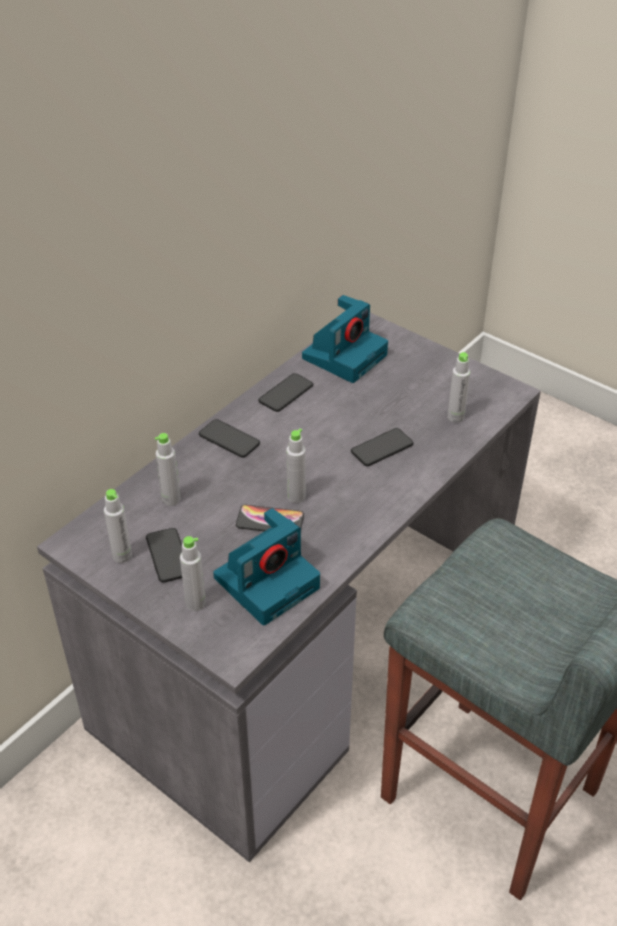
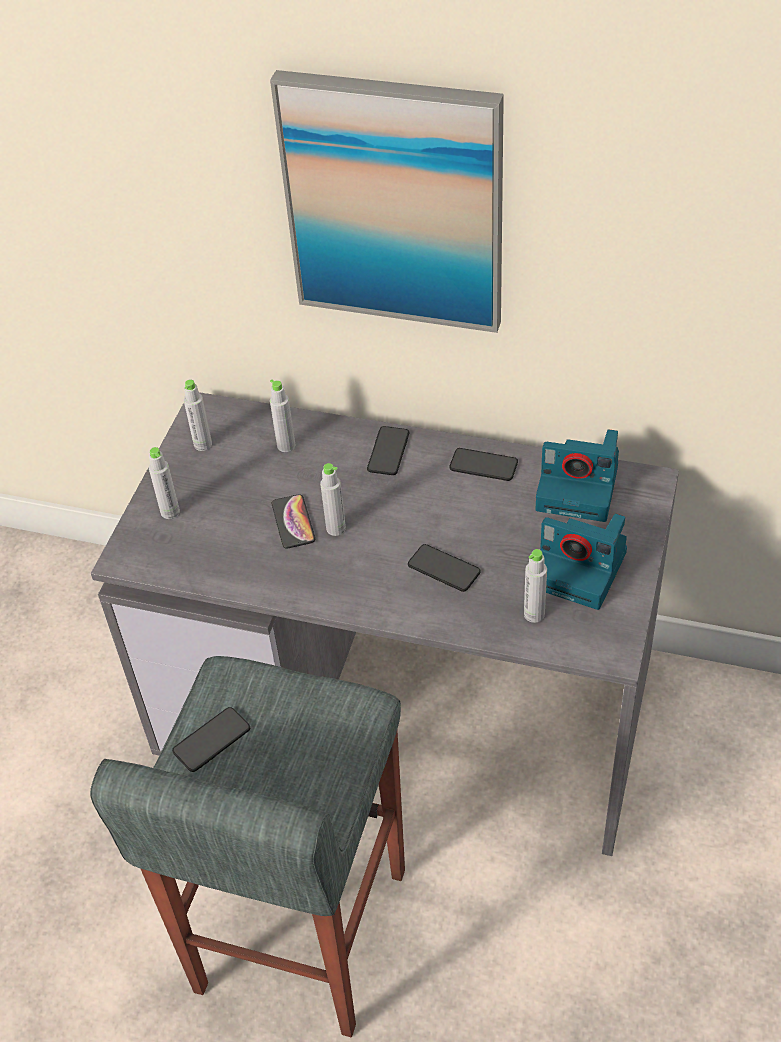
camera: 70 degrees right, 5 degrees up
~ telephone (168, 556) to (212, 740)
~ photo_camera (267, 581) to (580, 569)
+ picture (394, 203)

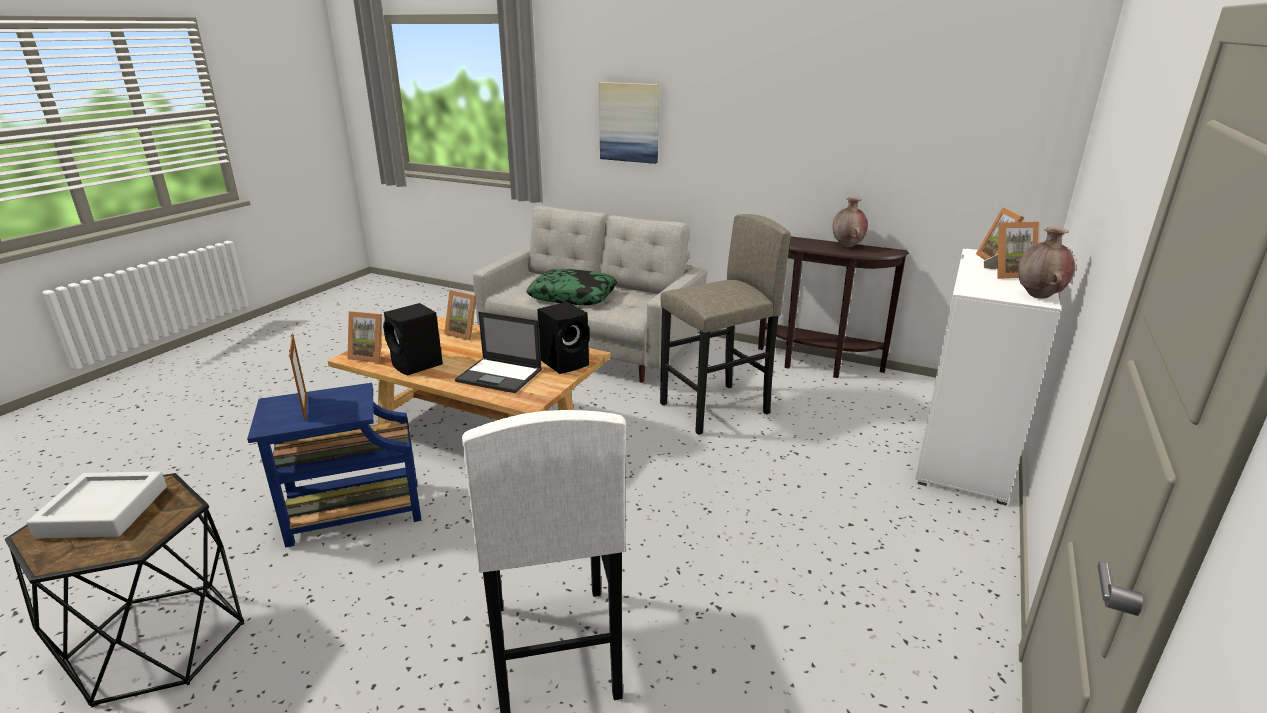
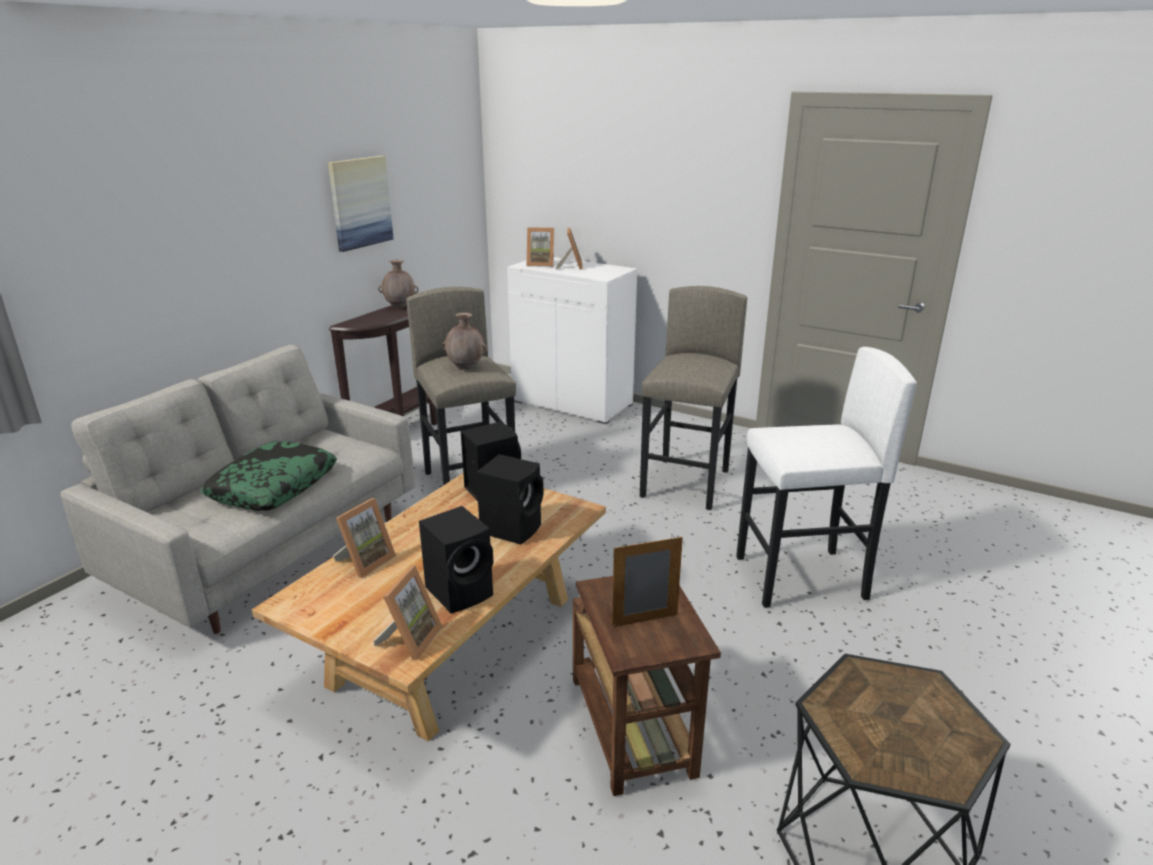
camera: 85 degrees left, 0 degrees up
- gray_serving_tray (104, 511)
~ blue-coloured_side_table (351, 514) to brown-coloured_side_table (633, 730)
~ laptop (500, 375) to black_loudspeaker (512, 528)
~ picture (629, 122) to (360, 202)
~ brown-coloured_vase (1039, 296) to (466, 367)
+ gray_stool_seat (686, 483)

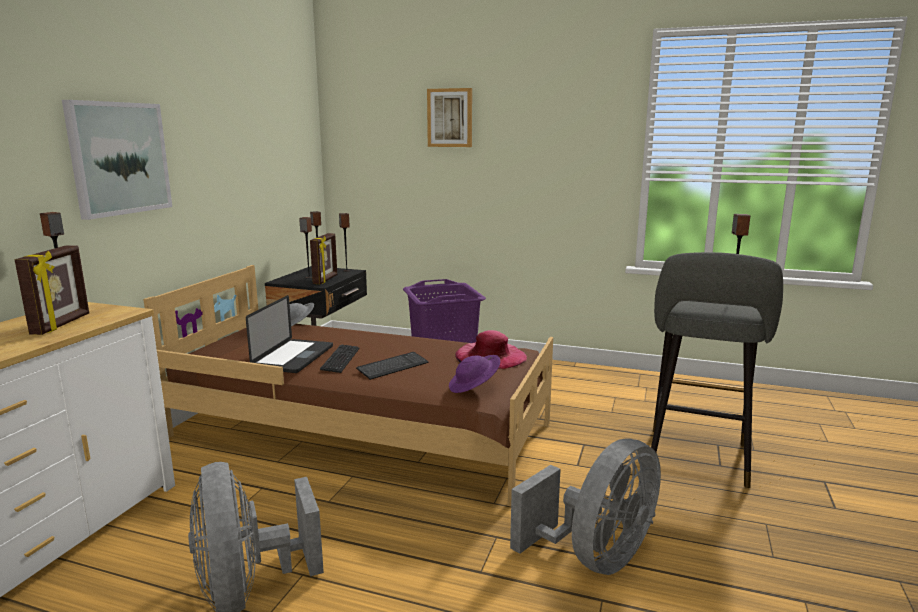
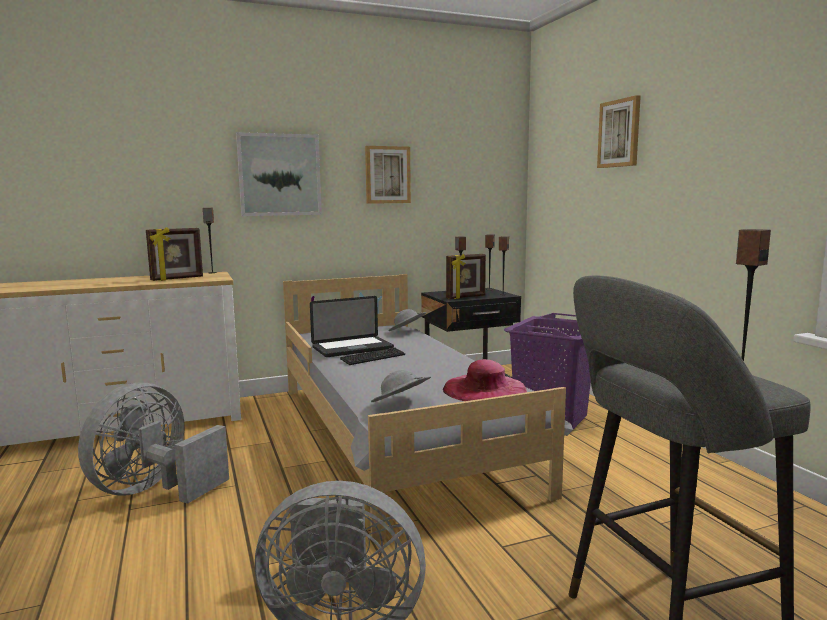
camera: 50 degrees right, 5 degrees down
~ brown-coloured_sleeping_bed (364, 430) to gray_sleeping_bed (398, 435)
- keyboard (393, 367)
~ purple-coloured_wearable_hat (474, 387) to gray_wearable_hat (400, 405)
+ picture (387, 175)

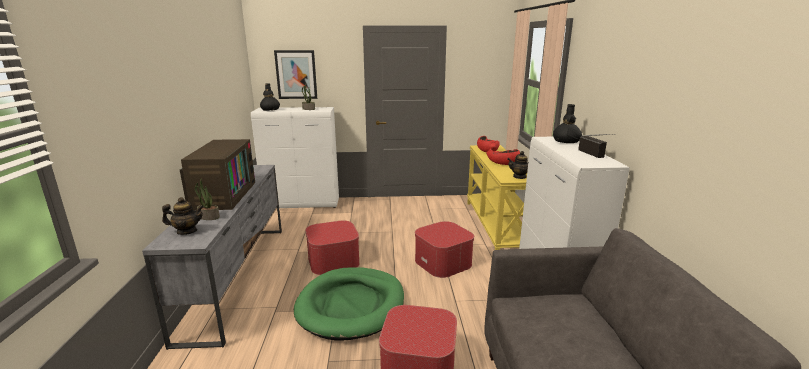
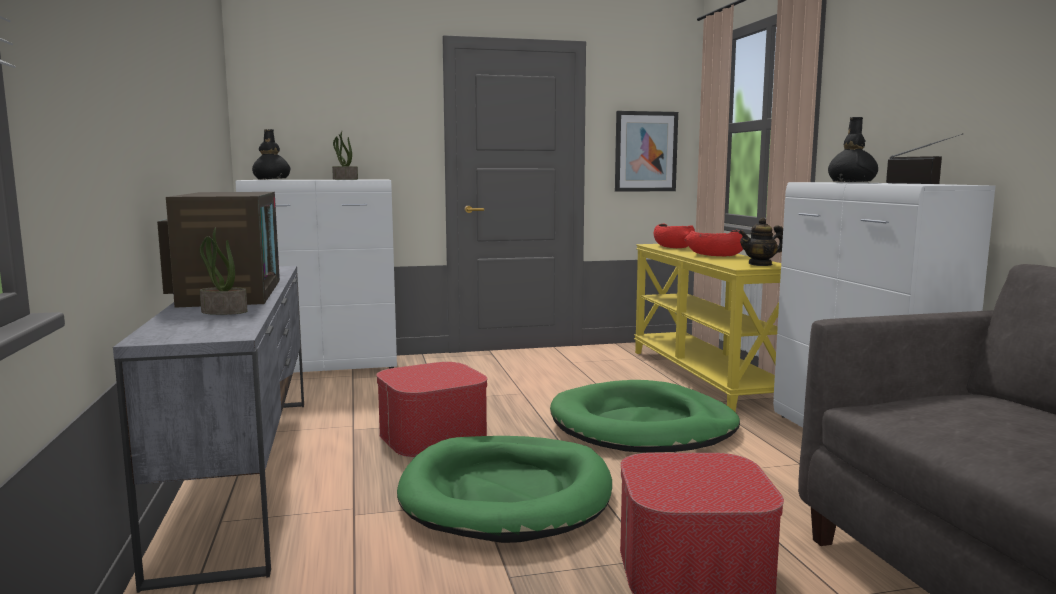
camera: 10 degrees left, 10 degrees down
- tea_pot (187, 231)
~ picture (296, 74) to (645, 151)
~ footrest (443, 262) to green_pet_bed (643, 426)

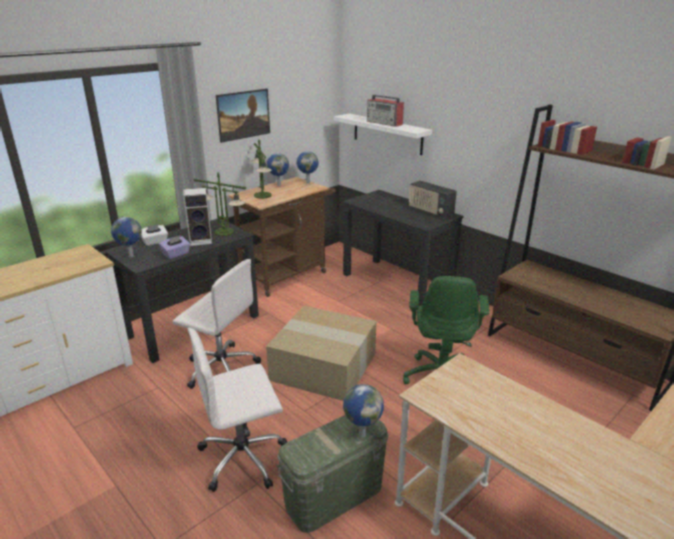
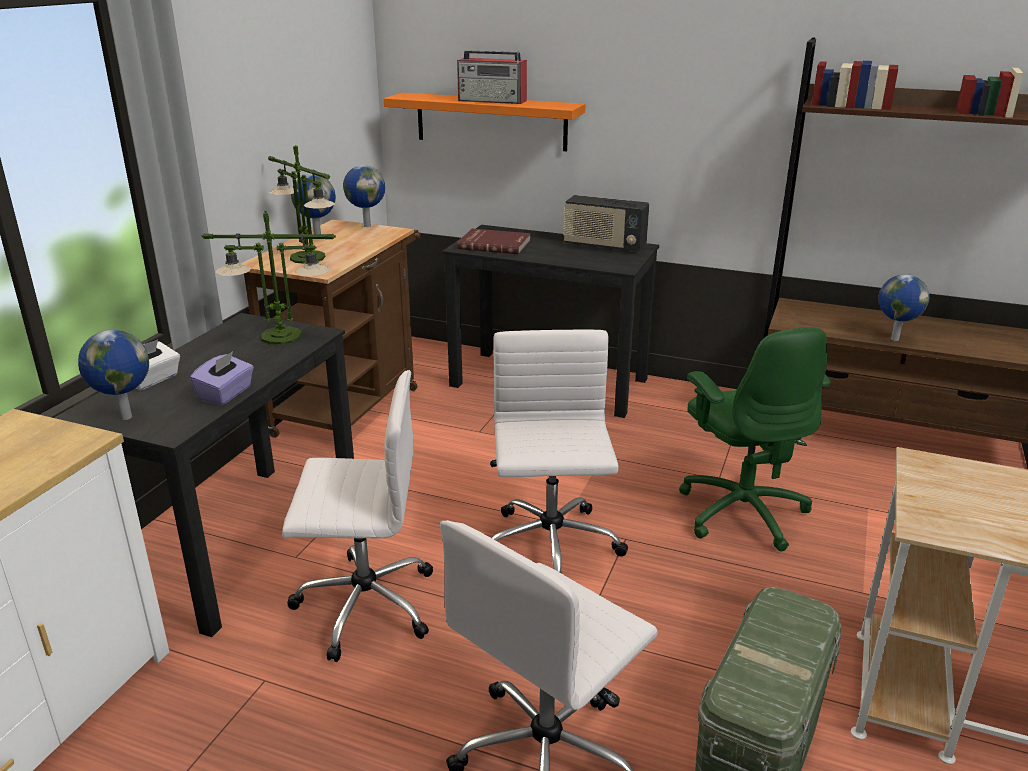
camera: 25 degrees left, 0 degrees up
- loudspeaker (201, 240)
- picture (244, 126)
~ carton (325, 366) to whitish_office_chair (550, 546)
~ whitish_shelf (387, 134) to orangey_shelf (491, 121)
~ globe (362, 434) to (893, 339)
+ red_volume (494, 244)

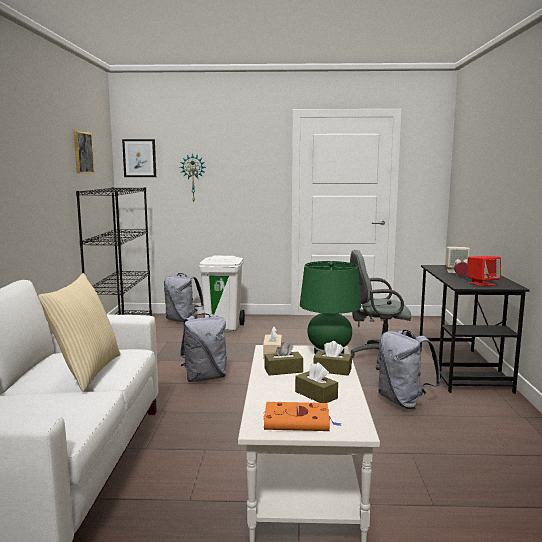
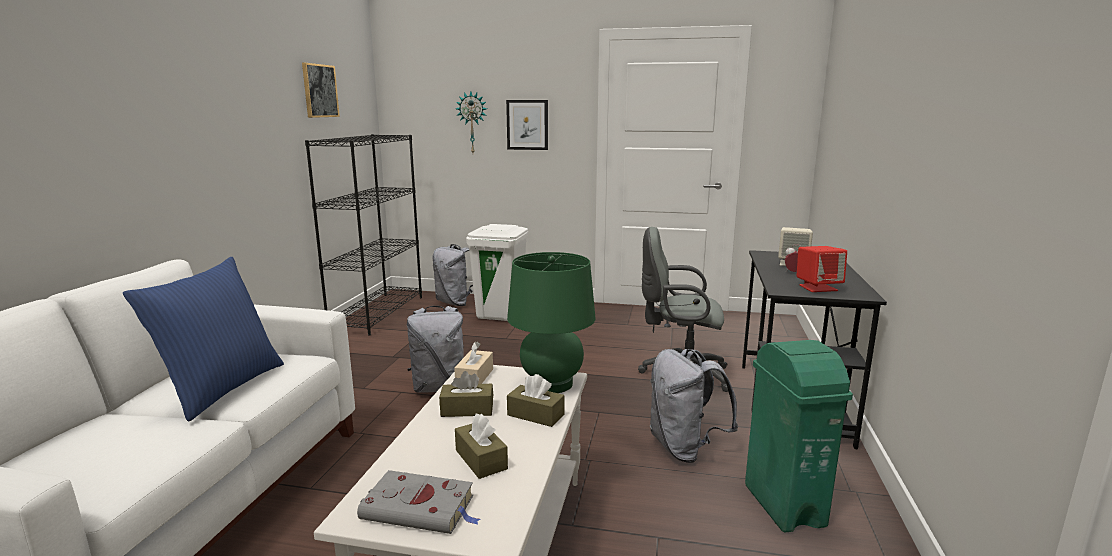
camera: 10 degrees right, 5 degrees up
~ sand-coloured_throw_pillow (86, 372) to blue-coloured_throw_pillow (221, 388)
~ picture (139, 158) to (527, 125)
~ orangey_volume (299, 421) to gray_volume (421, 508)
+ green_rubbish_bin (784, 504)

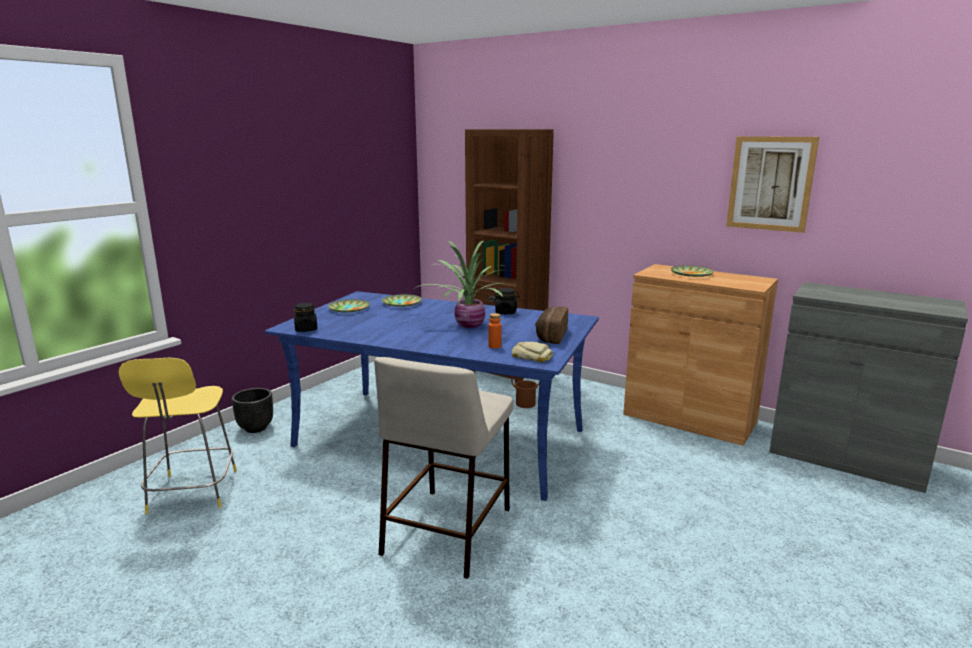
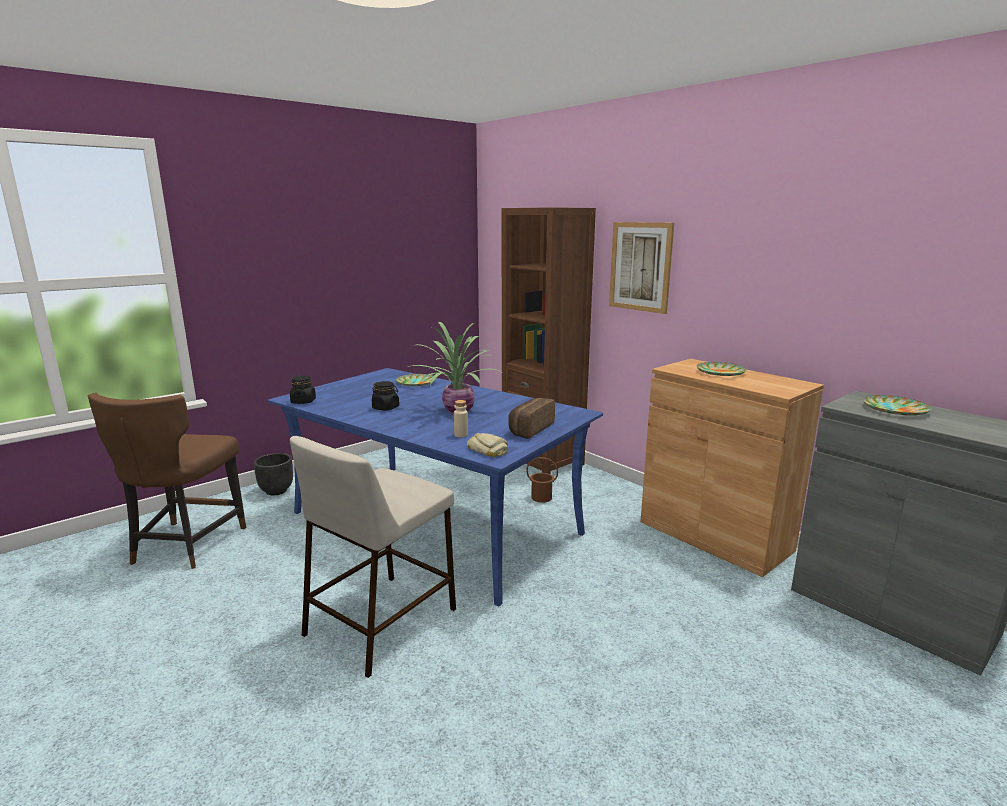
camera: 15 degrees right, 0 degrees up
~ yellow_stool_seat (192, 493) to brown-coloured_chair (185, 545)
~ dinner_plate (349, 309) to (894, 409)
~ orangey_drink_bottle (494, 346) to sand-coloured_drink_bottle (461, 435)
~ black_jar (506, 312) to (386, 408)
~ picture (770, 183) to (640, 266)

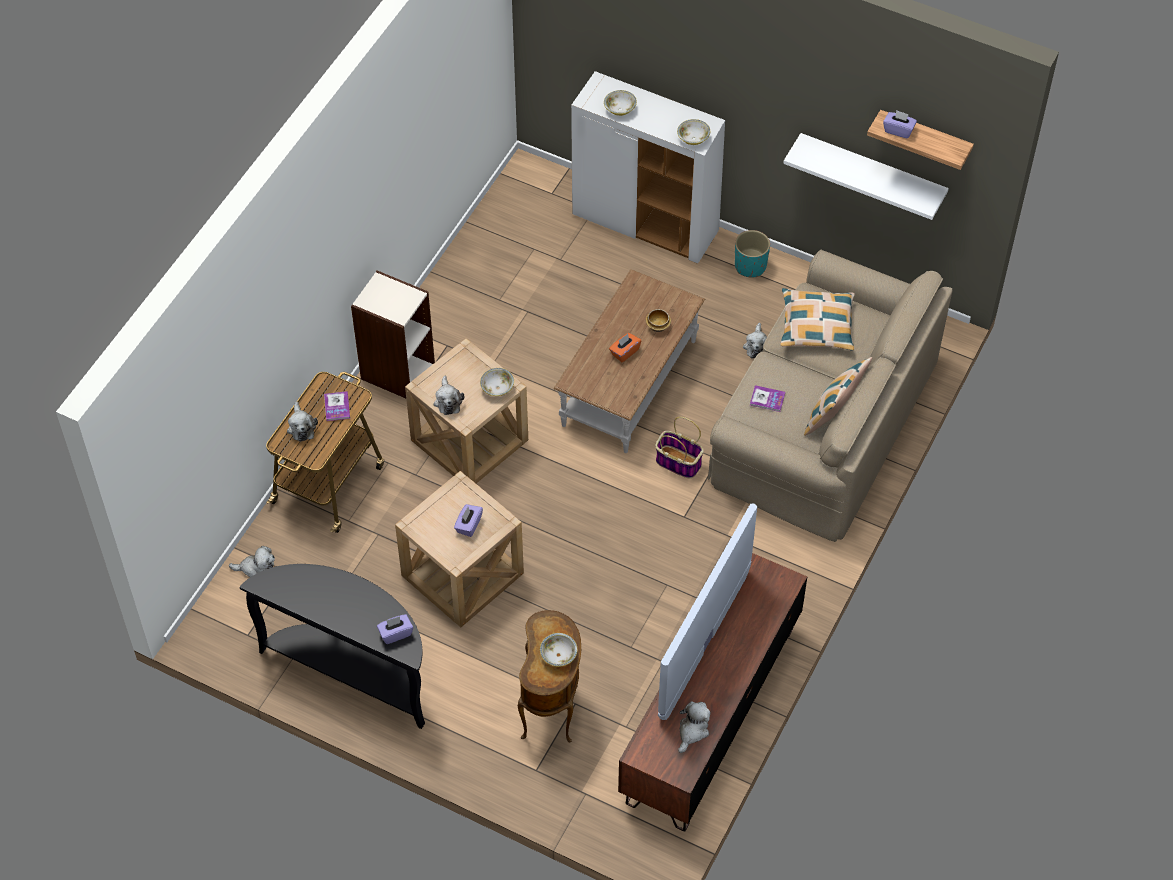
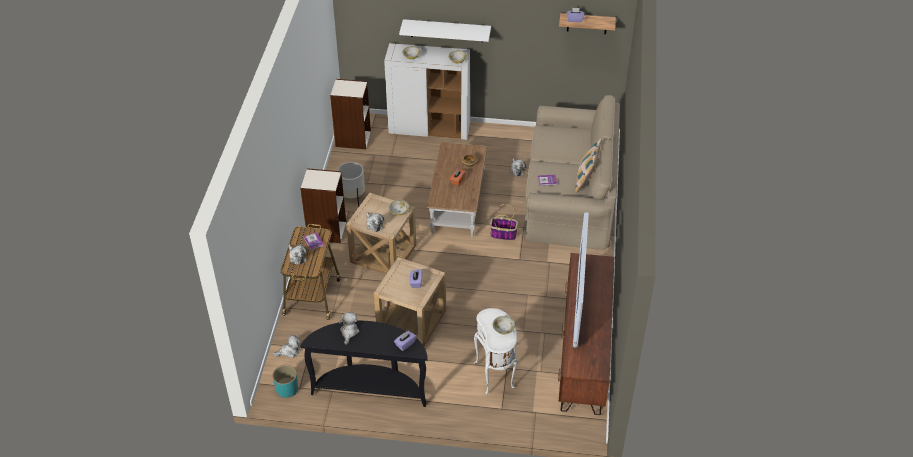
camera: 20 degrees left, 10 degrees down
~ brown-coloured_side_table (552, 711) to whitish_side_table (496, 376)
~ soft_toy (692, 731) to (349, 332)
~ turquoise_planter (750, 266) to (287, 389)
- throw_pillow (816, 325)
~ whitish_shelf (872, 172) to (446, 30)
+ bookshelf (352, 139)
+ whitish_planter (352, 197)

